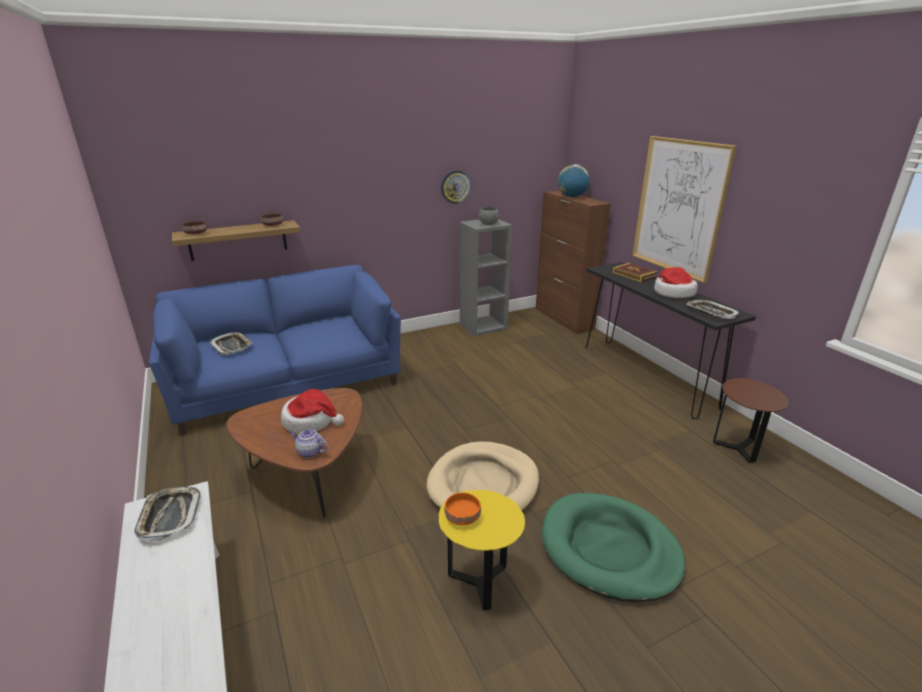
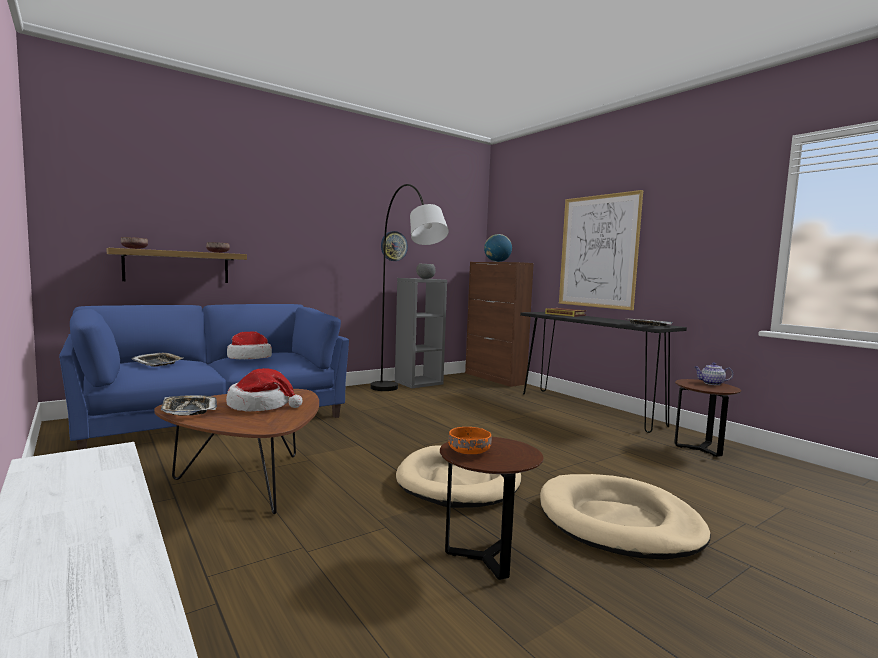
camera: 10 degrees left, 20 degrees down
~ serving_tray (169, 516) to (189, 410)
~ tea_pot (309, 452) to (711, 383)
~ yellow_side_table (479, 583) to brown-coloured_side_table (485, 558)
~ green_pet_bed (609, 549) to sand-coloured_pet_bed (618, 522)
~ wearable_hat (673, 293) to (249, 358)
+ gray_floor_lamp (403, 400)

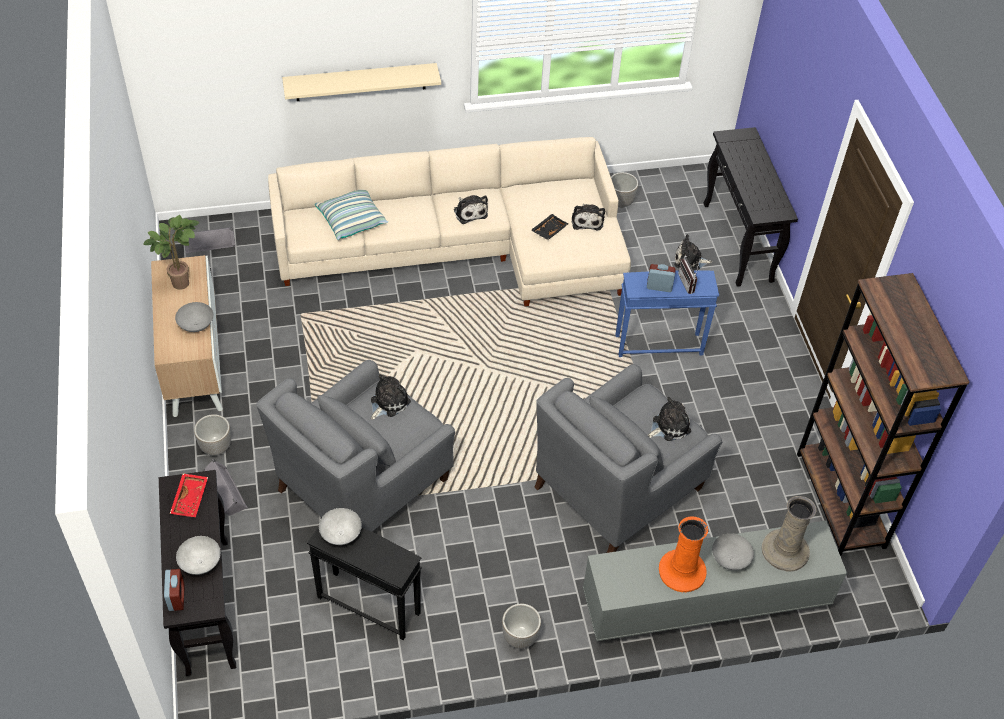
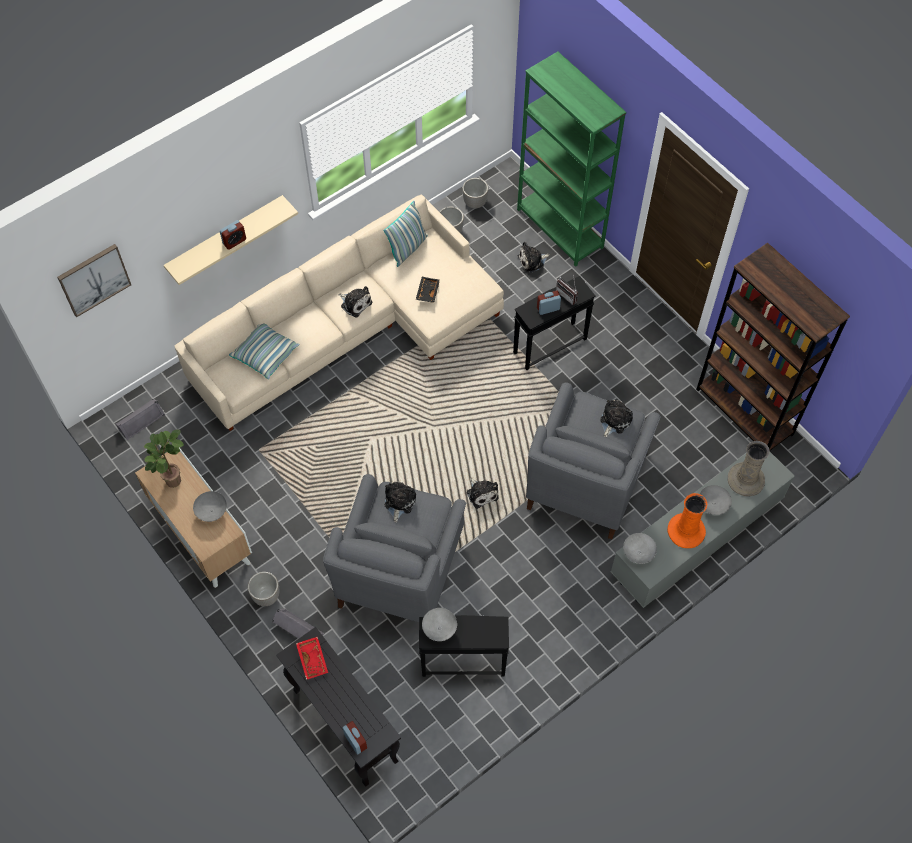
camera: 25 degrees left, 10 degrees up
~ gray_serving_bowl (201, 562) to (638, 552)
~ planter (520, 638) to (475, 203)
~ soft_toy (587, 220) to (481, 493)
~ blue-coloured_side_table (658, 344) to black_side_table (549, 345)
~ black_hall_table (738, 243) to green_bookshelf (560, 228)
+ picture (94, 279)
+ bedside_clock (234, 241)
+ throw_pillow (407, 248)

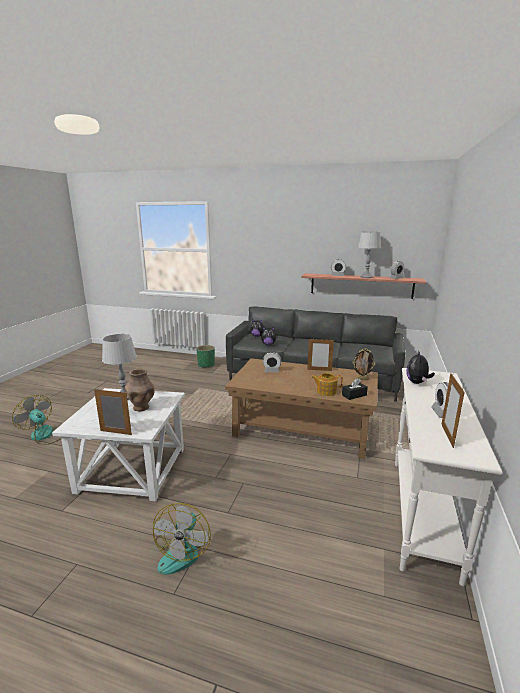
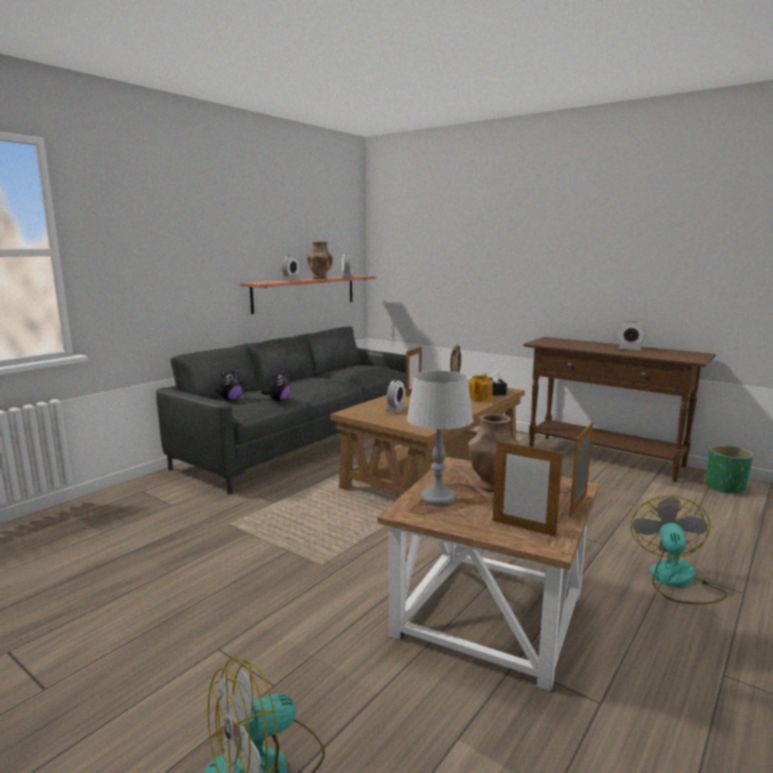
camera: 70 degrees left, 5 degrees down
~ whitish_side_table (133, 470) to brown-coloured_side_table (492, 614)
~ electric_fan (182, 551) = (676, 581) 105 degrees counterclockwise
~ green_planter (206, 365) to (724, 487)
~ gray_lamp_for_a_table (366, 277) to brown-coloured_vase (320, 278)
~ whitish_hall_table (422, 513) to brown-coloured_hall_table (604, 457)
- soft_toy (417, 382)
~ standing_frame (447, 435) to (523, 528)

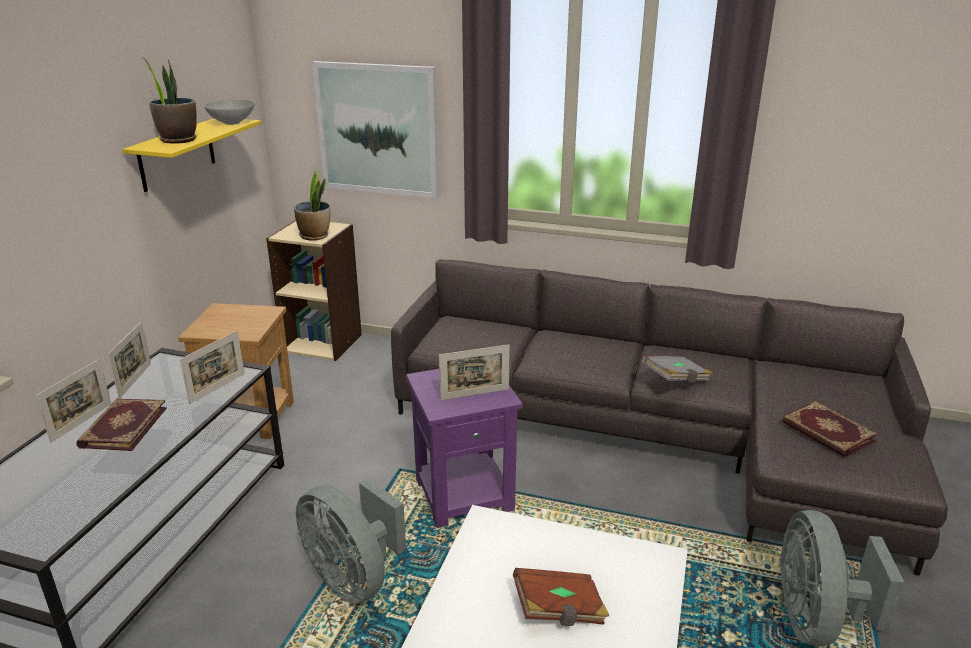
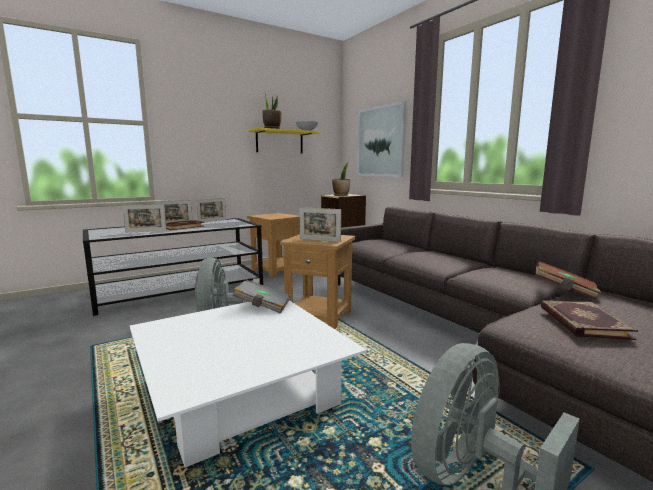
camera: 40 degrees right, 15 degrees down
~ standing_frame (217, 388) to (146, 231)
~ purple-coloured_side_table (465, 495) to brown-coloured_side_table (320, 317)
~ brown-coloured_volume (559, 610) to (564, 291)
~ gray_volume (676, 380) to (262, 306)

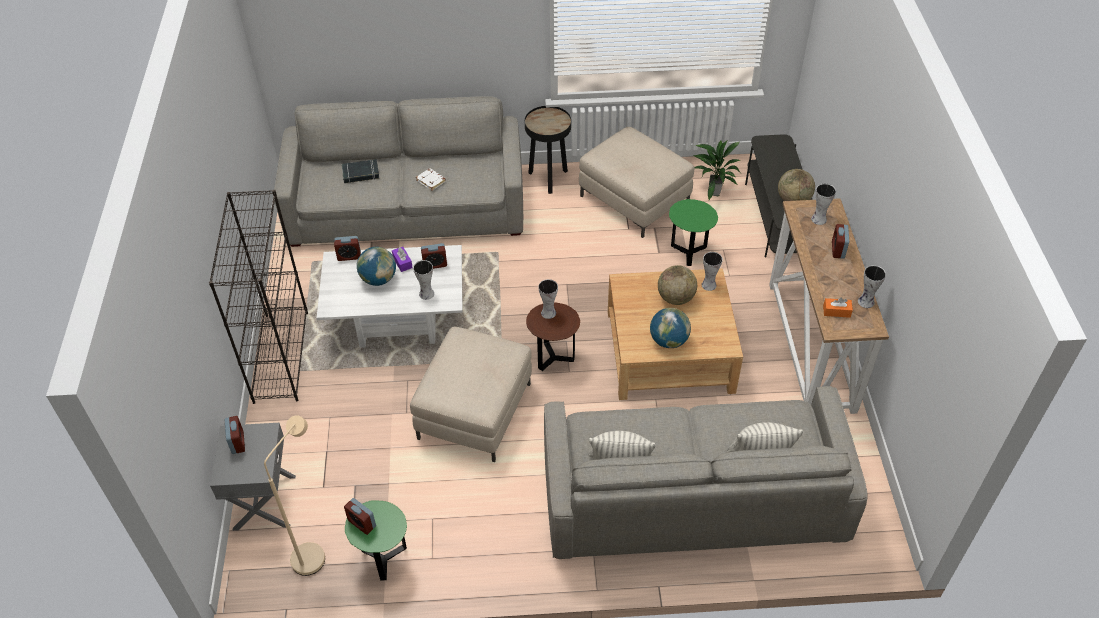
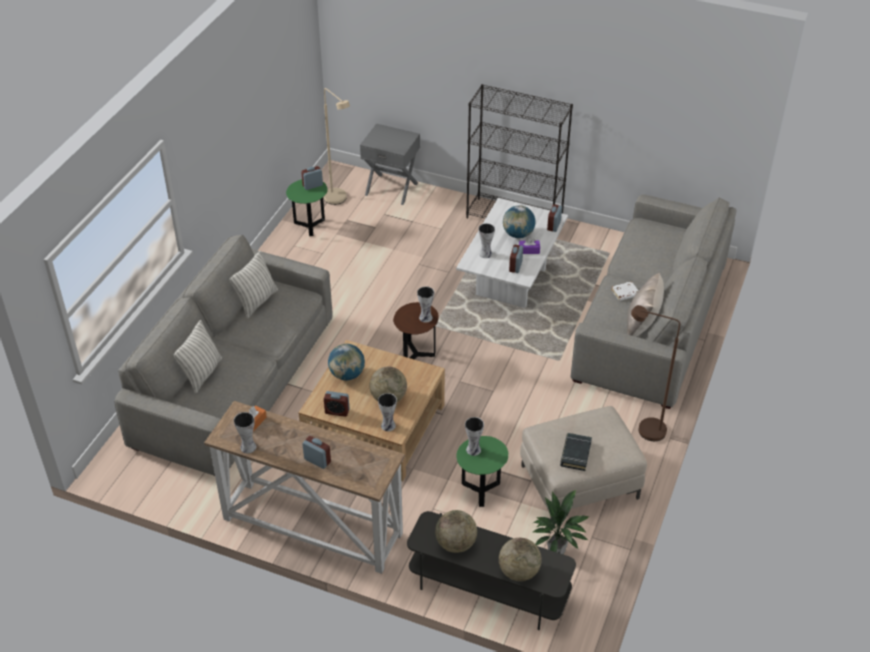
camera: 115 degrees right, 5 degrees down
~ bedside_clock (237, 442) to (337, 411)
~ black_volume (361, 174) to (575, 454)
- sand-coloured_footrest (474, 410)
~ black_side_table (548, 179) to brown-coloured_floor_lamp (644, 428)
~ vase (818, 219) to (474, 449)
+ globe (518, 571)
+ sand-coloured_throw_pillow (642, 324)

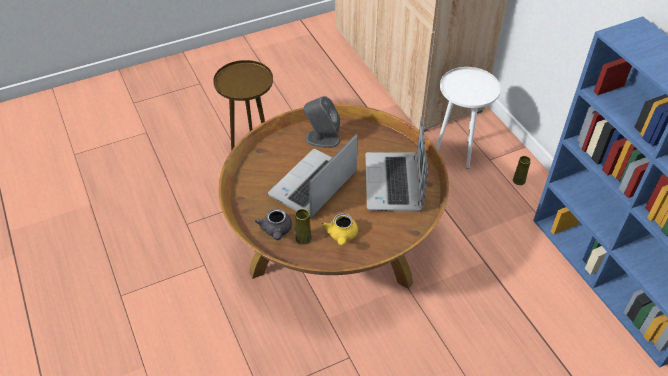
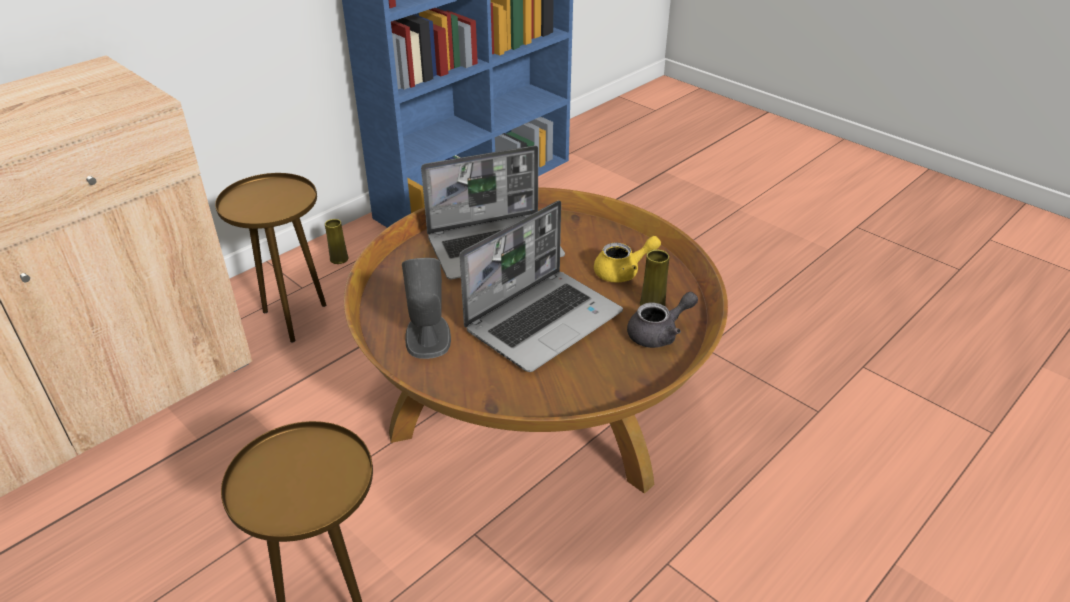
camera: 110 degrees left, 10 degrees down
~ laptop (313, 186) = (544, 320) 60 degrees counterclockwise
~ whitish_side_table (457, 153) to brown-coloured_side_table (294, 319)

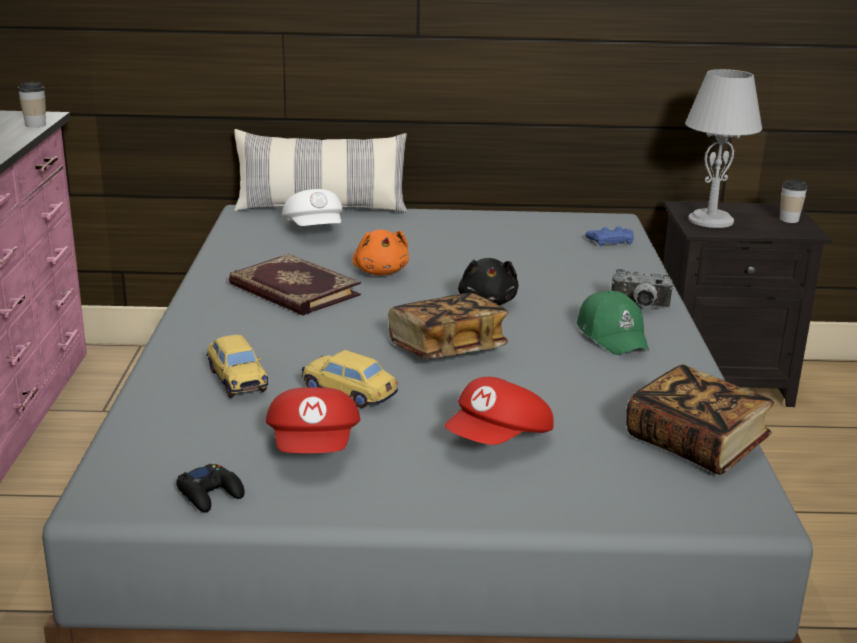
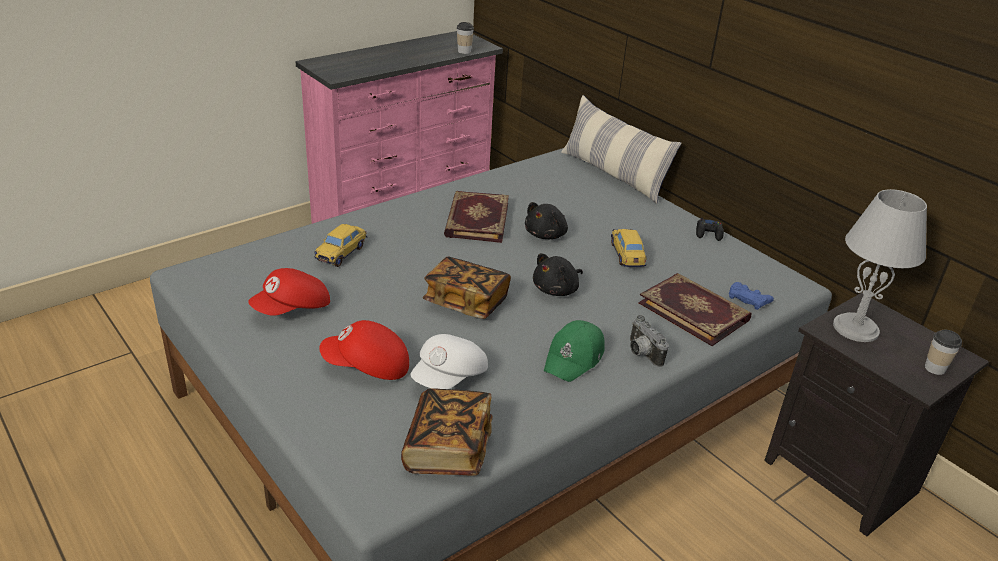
camera: 50 degrees right, 10 degrees up
~ black_game_controller (210, 494) to (709, 233)
~ whitish_baseball_cap (315, 230) to (450, 378)
~ miniature_car (349, 393) to (627, 256)
~ orangey_soft_toy (381, 271) to black_soft_toy (546, 234)
+ volume (694, 311)

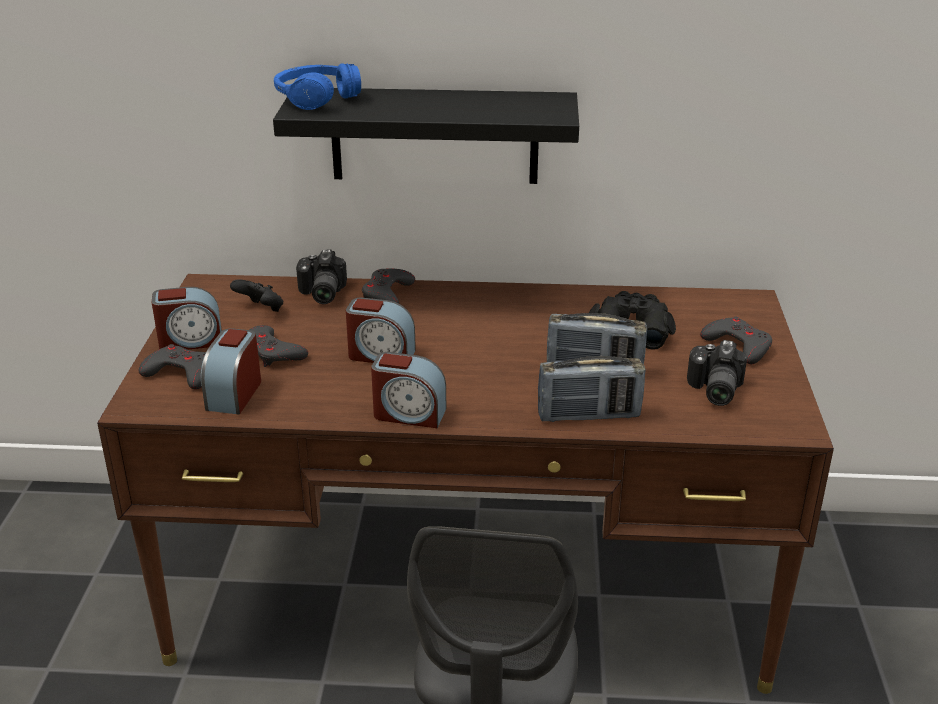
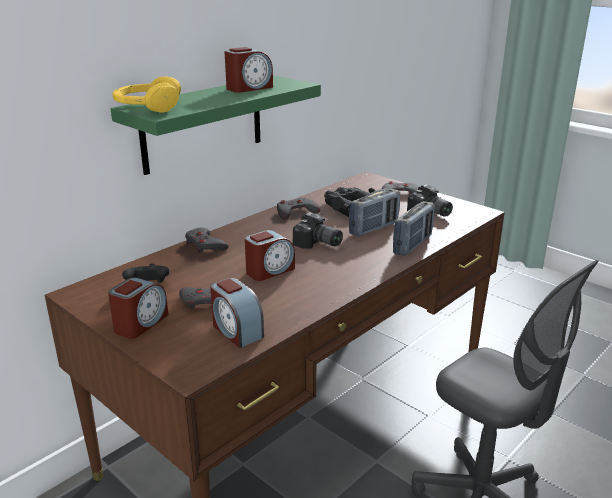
camera: 50 degrees left, 5 degrees down
~ gray_game_controller (181, 373) to (296, 212)
~ black_shelf (434, 135) to green_shelf (203, 124)
~ blue-coloured_headphones (316, 98) to yellow_headphones (148, 107)
~ photo_camera (320, 294) to (317, 244)
~ bedside_clock (409, 414) to (249, 88)

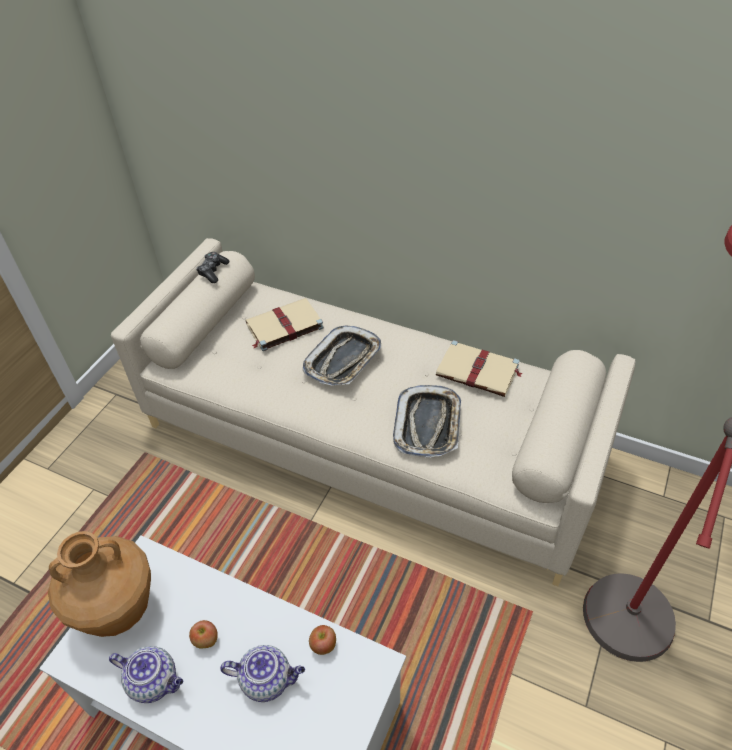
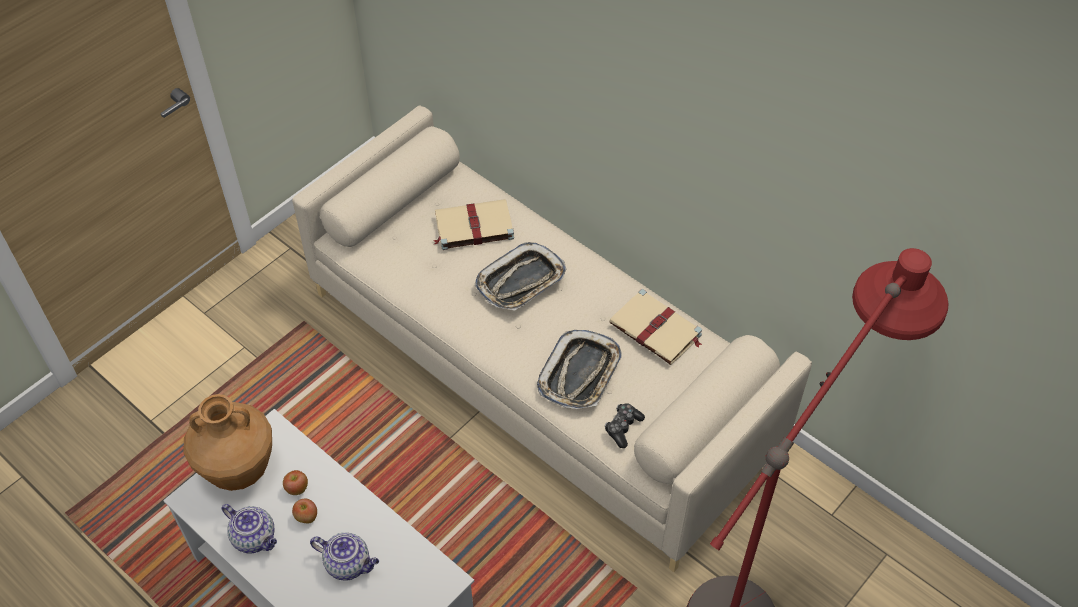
camera: 15 degrees right, 5 degrees up
~ game_controller (213, 271) to (623, 427)
~ whole_apple (323, 645) to (297, 489)

